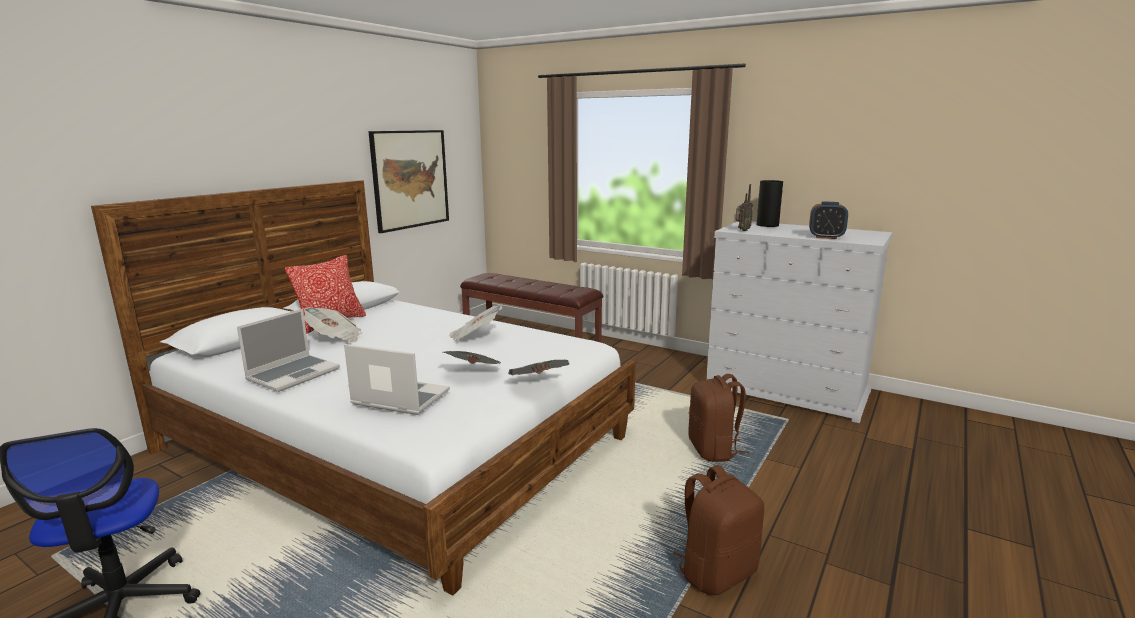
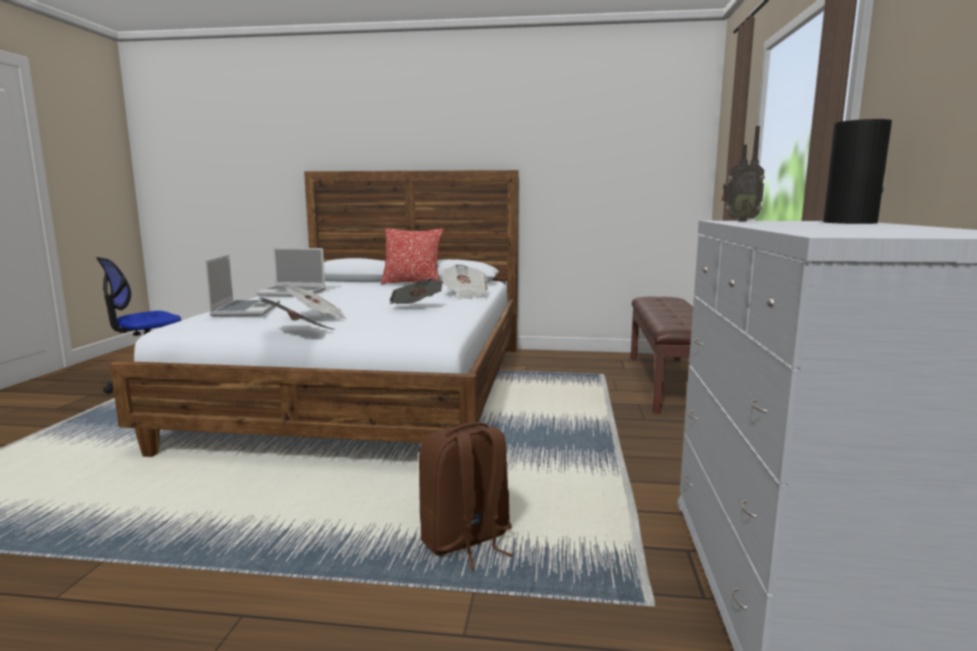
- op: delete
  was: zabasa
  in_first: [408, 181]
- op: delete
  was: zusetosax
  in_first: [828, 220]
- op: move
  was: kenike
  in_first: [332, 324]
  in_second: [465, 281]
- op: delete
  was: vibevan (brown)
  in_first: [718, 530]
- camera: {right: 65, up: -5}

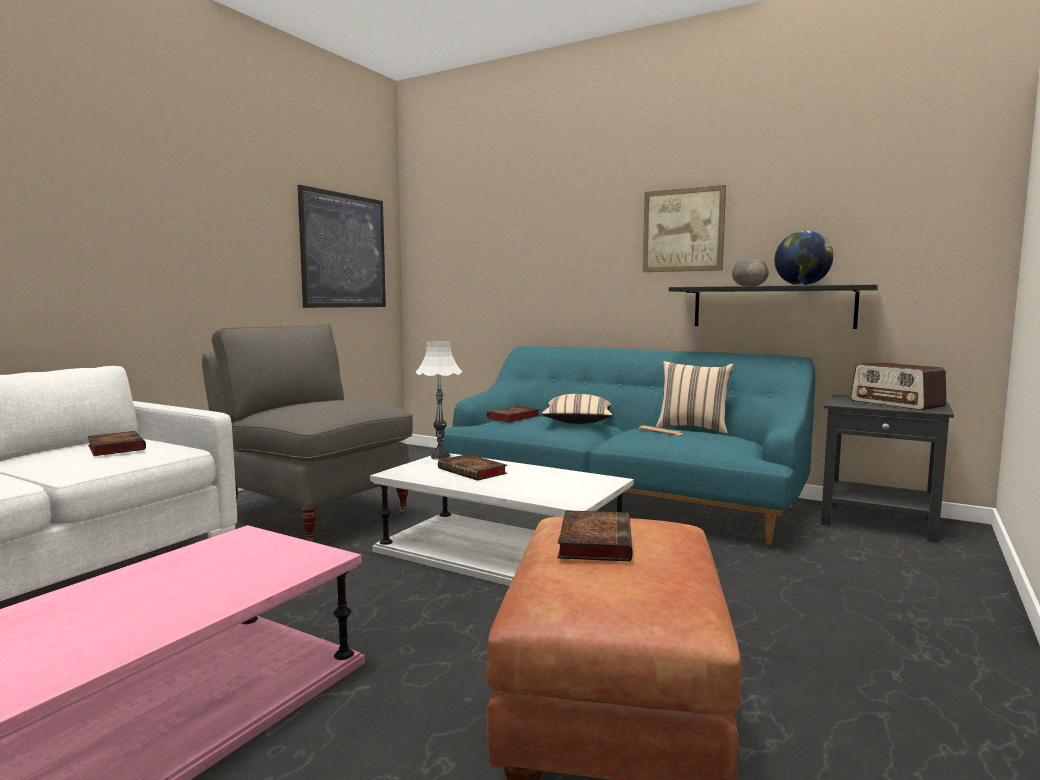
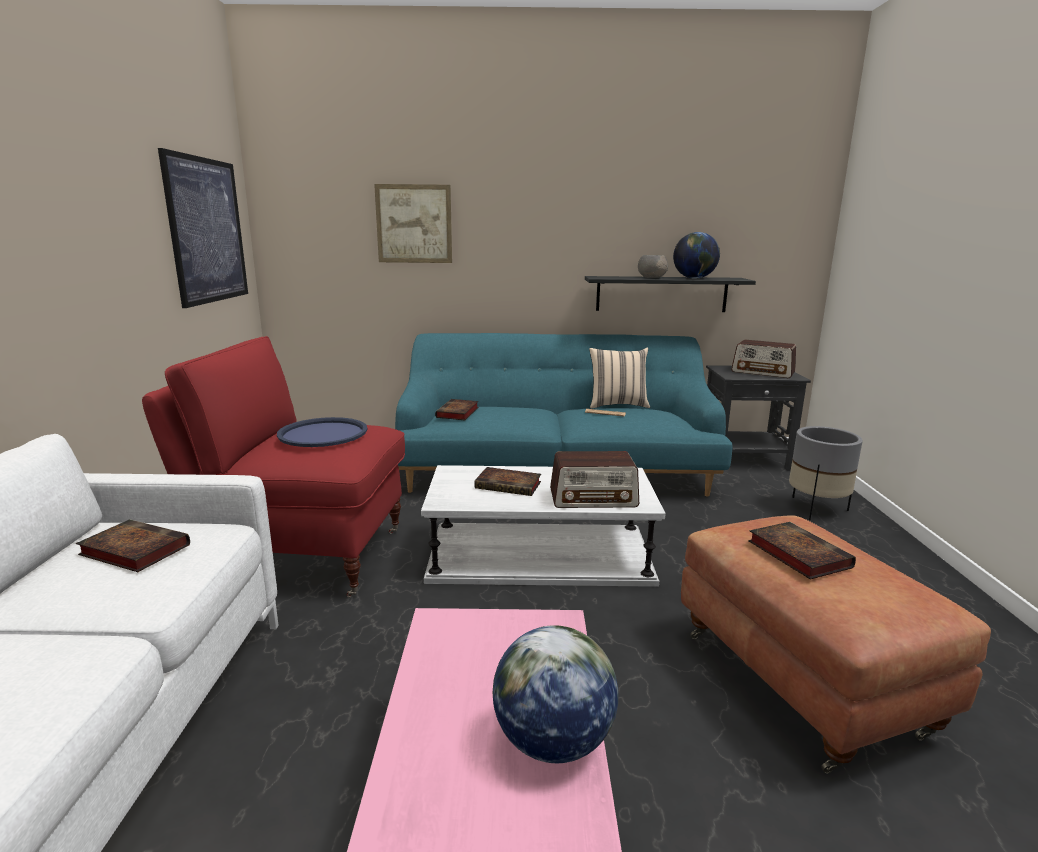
- op: move
  was: zabasa
  in_first: [684, 228]
  in_second: [413, 223]
- op: recolor
  was: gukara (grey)
  now: gukara (red)
  in_first: [307, 433]
  in_second: [273, 466]
- op: delete
  was: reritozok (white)
  in_first: [439, 400]
- op: delete
  was: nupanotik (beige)
  in_first: [577, 409]
- op: insert
  now: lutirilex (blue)
  in_second: [322, 432]
- op: insert
  now: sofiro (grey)
  in_second: [826, 473]
- op: insert
  now: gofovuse
  in_second: [594, 479]
- op: insert
  now: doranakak
  in_second: [555, 694]
- camera: {right: -30, up: 10}

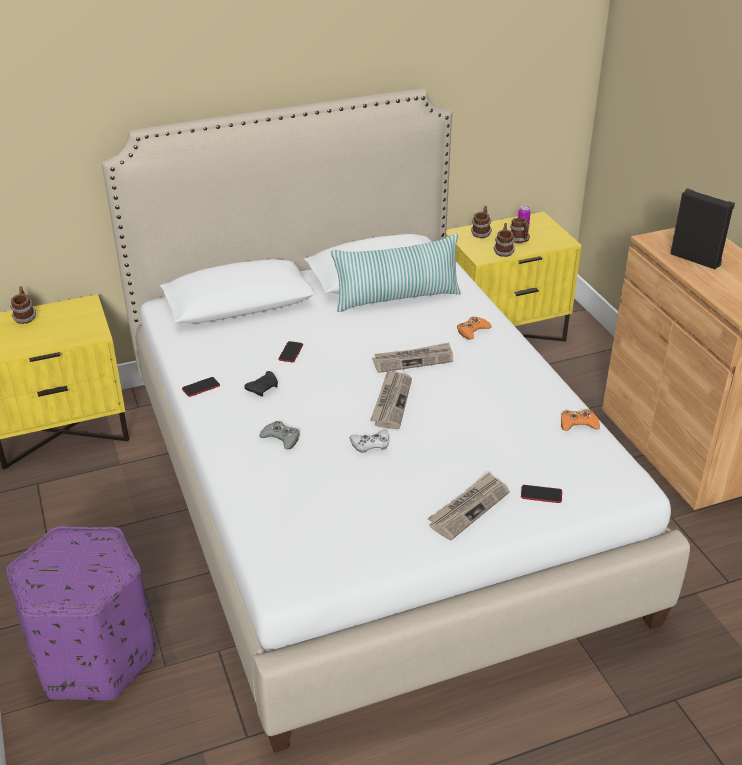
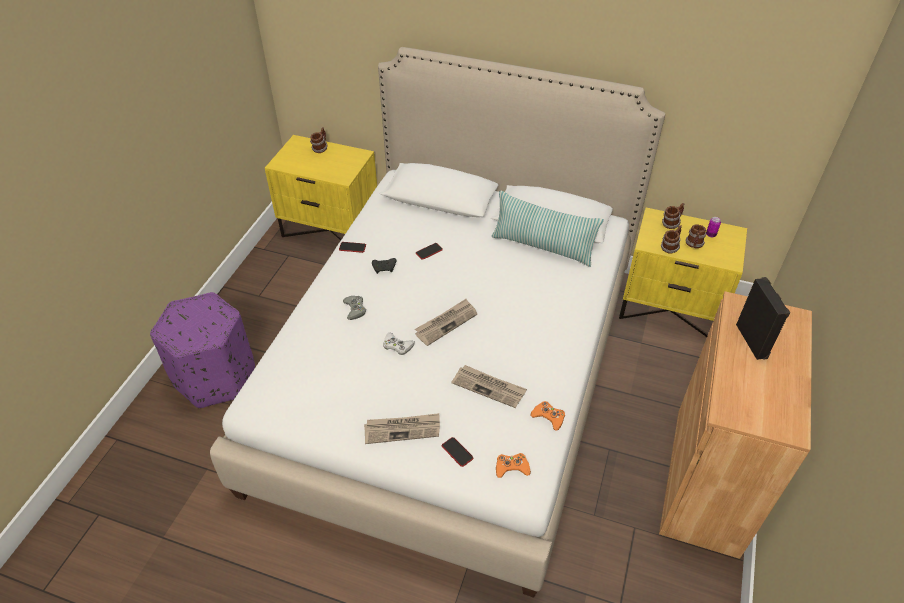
- op: move
  was: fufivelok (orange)
  in_first: [474, 328]
  in_second: [513, 465]
- op: move
  was: kenike
  in_first: [412, 358]
  in_second: [489, 386]
- camera: {right: 40, up: 10}

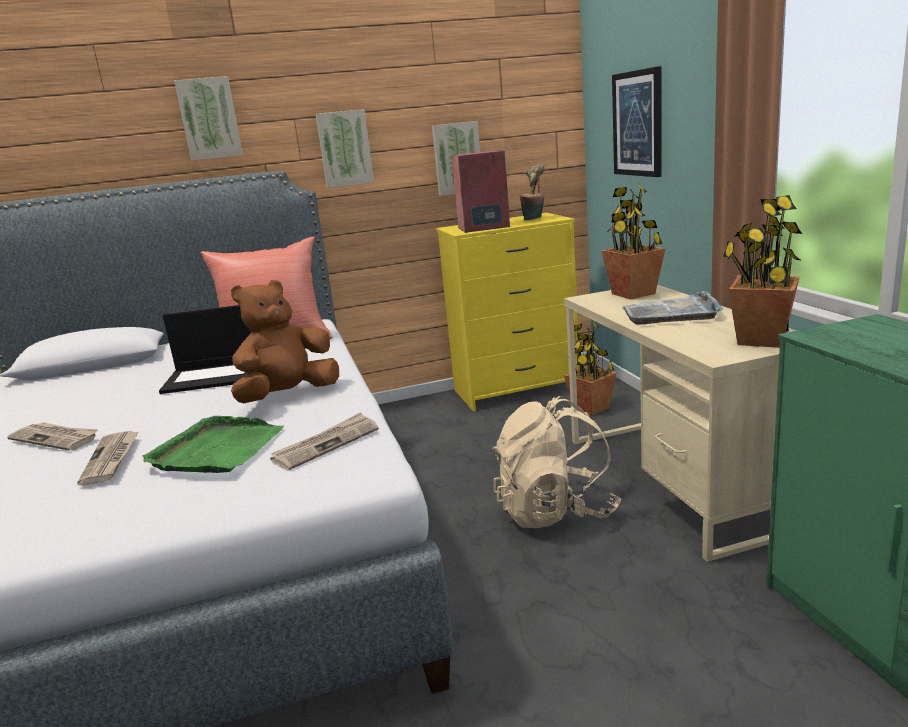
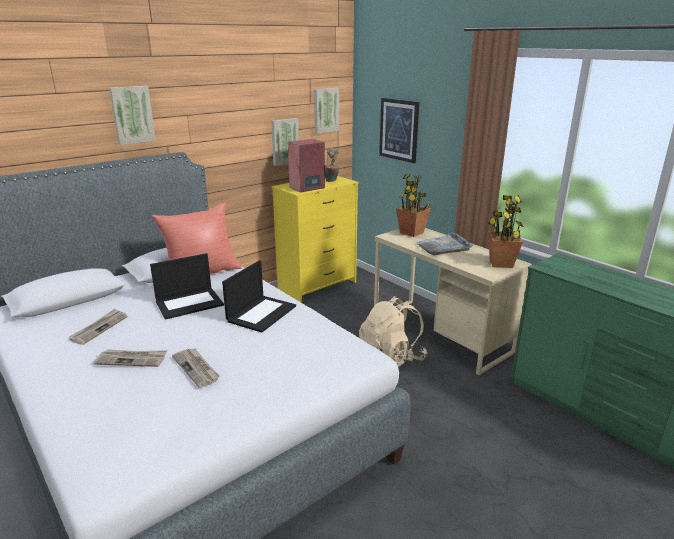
- op: move
  was: zabasa
  in_first: [345, 148]
  in_second: [326, 111]
- op: replace
  was: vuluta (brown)
  now: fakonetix
  in_first: [285, 341]
  in_second: [259, 296]
- op: delete
  was: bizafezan
  in_first: [590, 368]
- op: move
  was: kenike
  in_first: [324, 441]
  in_second: [98, 327]
- op: delete
  was: lutirilex (green)
  in_first: [213, 444]
- camera: {right: -25, up: 5}

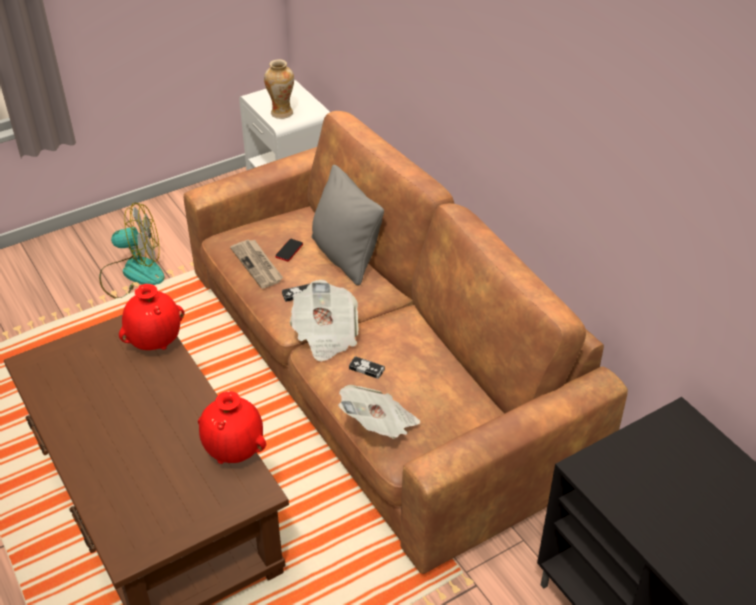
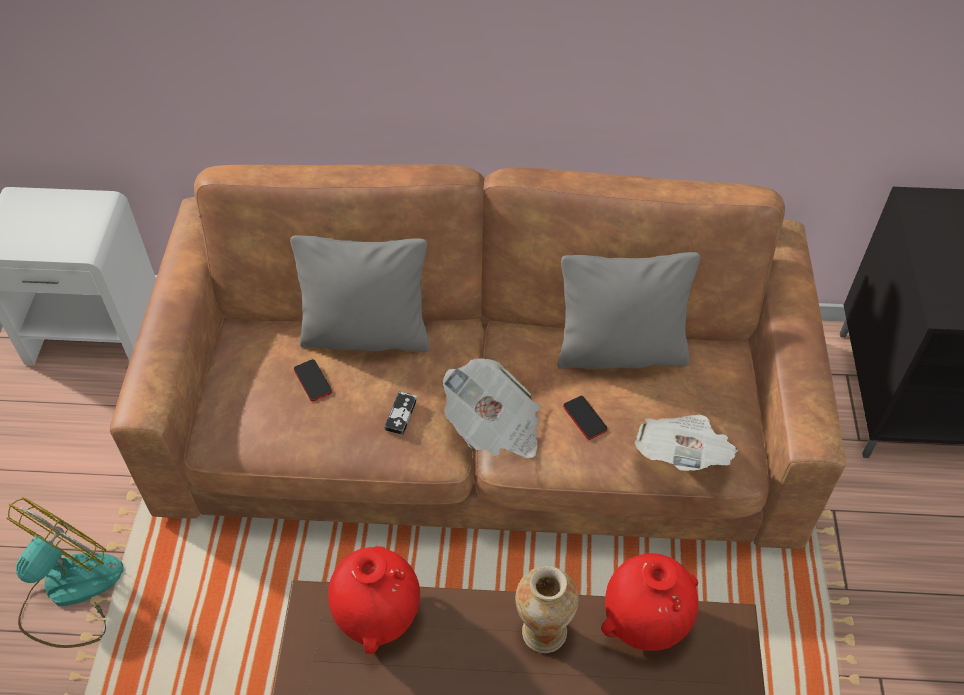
- op: move
  was: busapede
  in_first: [279, 89]
  in_second: [546, 609]
- op: delete
  was: kenike
  in_first: [256, 264]
- op: replace
  was: fufivelok
  now: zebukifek
  in_first: [367, 367]
  in_second: [585, 417]
- op: insert
  now: nupanotik (grey)
  in_second: [628, 310]
- camera: {right: -55, up: 10}

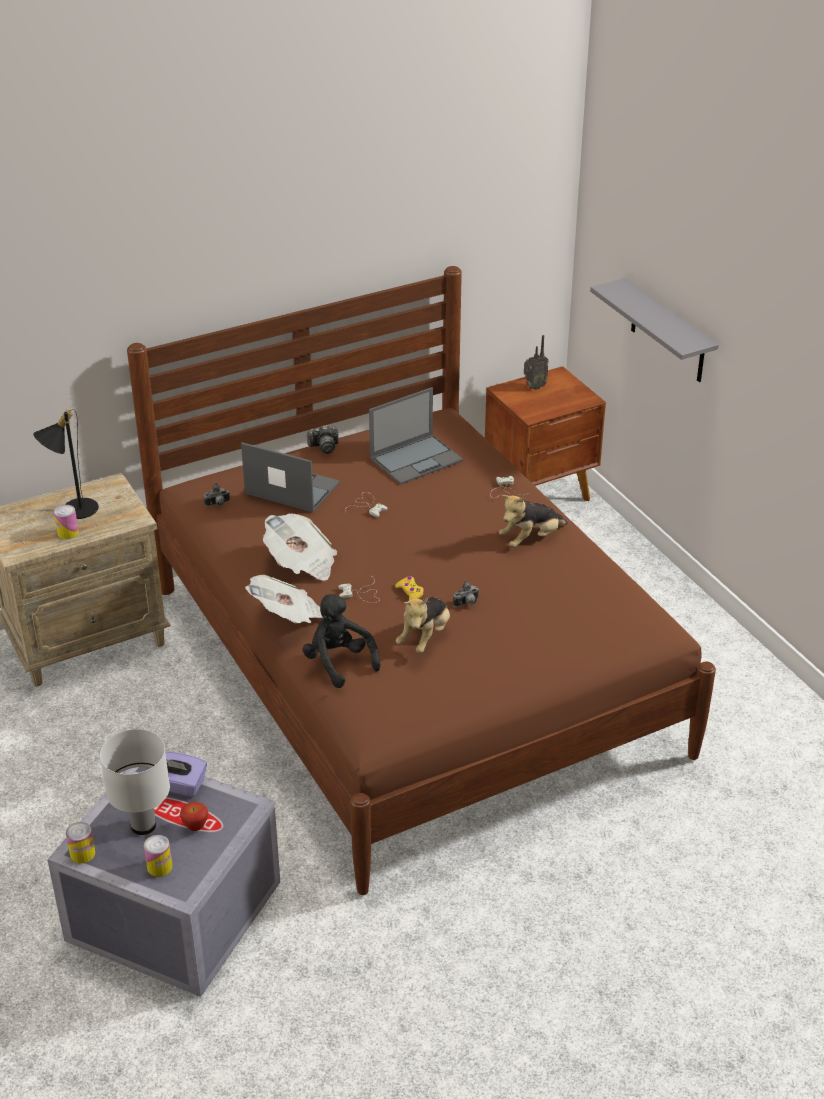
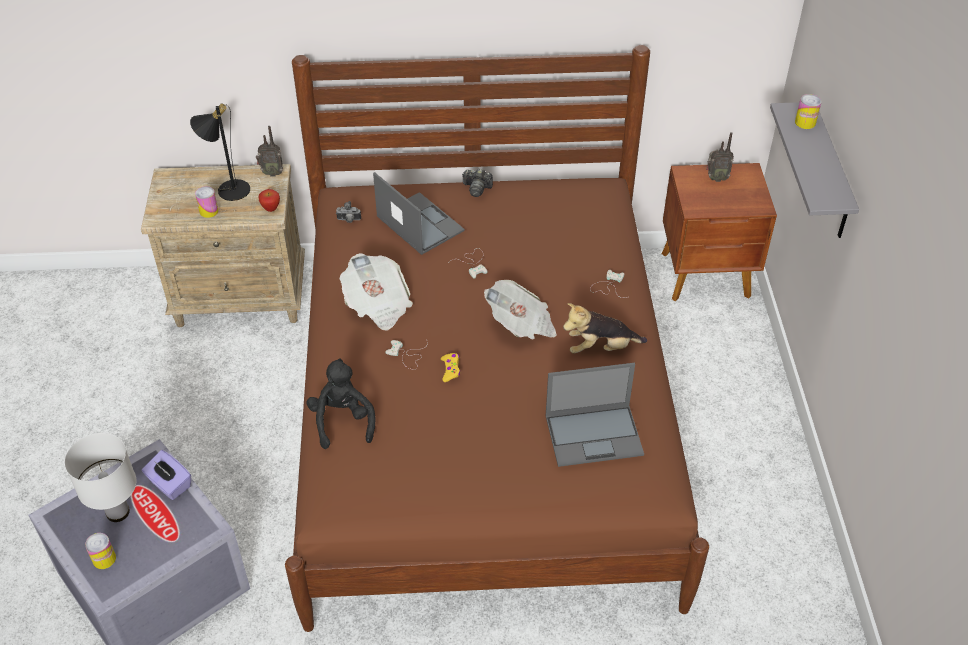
- op: move
  was: fakonetix
  in_first: [416, 436]
  in_second: [594, 415]
- op: move
  was: kenike
  in_first: [284, 599]
  in_second: [520, 309]
- op: delete
  was: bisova
  in_first: [466, 594]
- op: delete
  was: vuluta
  in_first: [423, 625]
- op: move
  was: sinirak
  in_first: [194, 816]
  in_second: [269, 200]
- op: move
  was: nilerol
  in_first: [80, 843]
  in_second: [808, 111]
- op: insert
  now: gofovuse
  in_second: [269, 151]
- camera: {right: 25, up: 10}

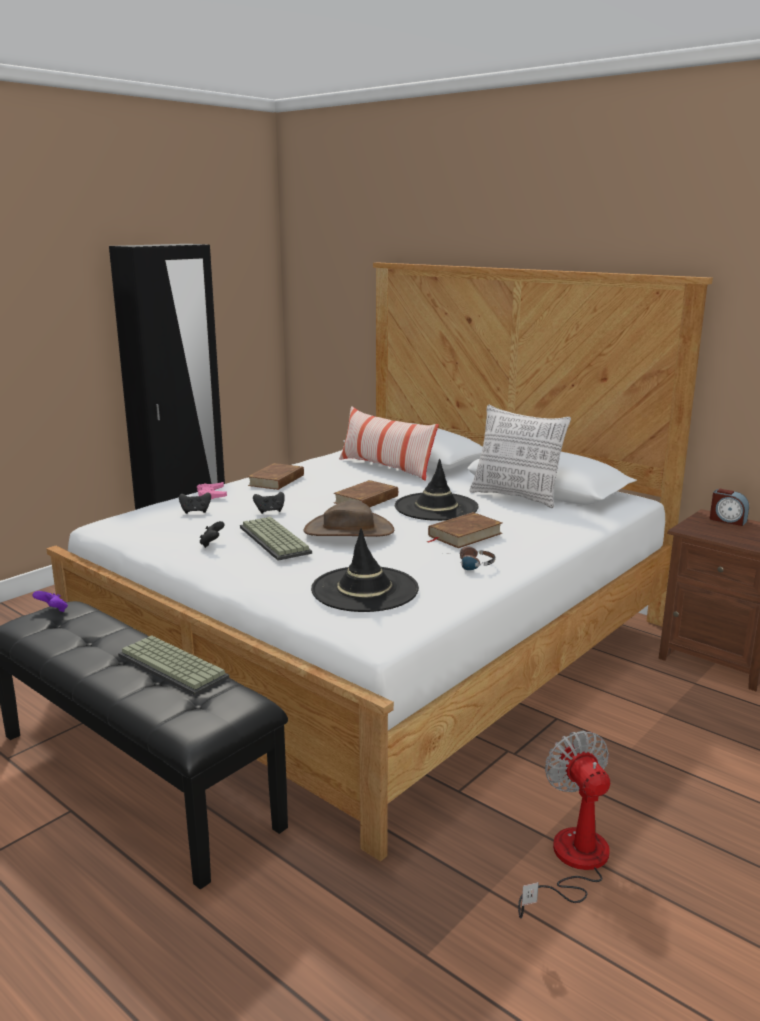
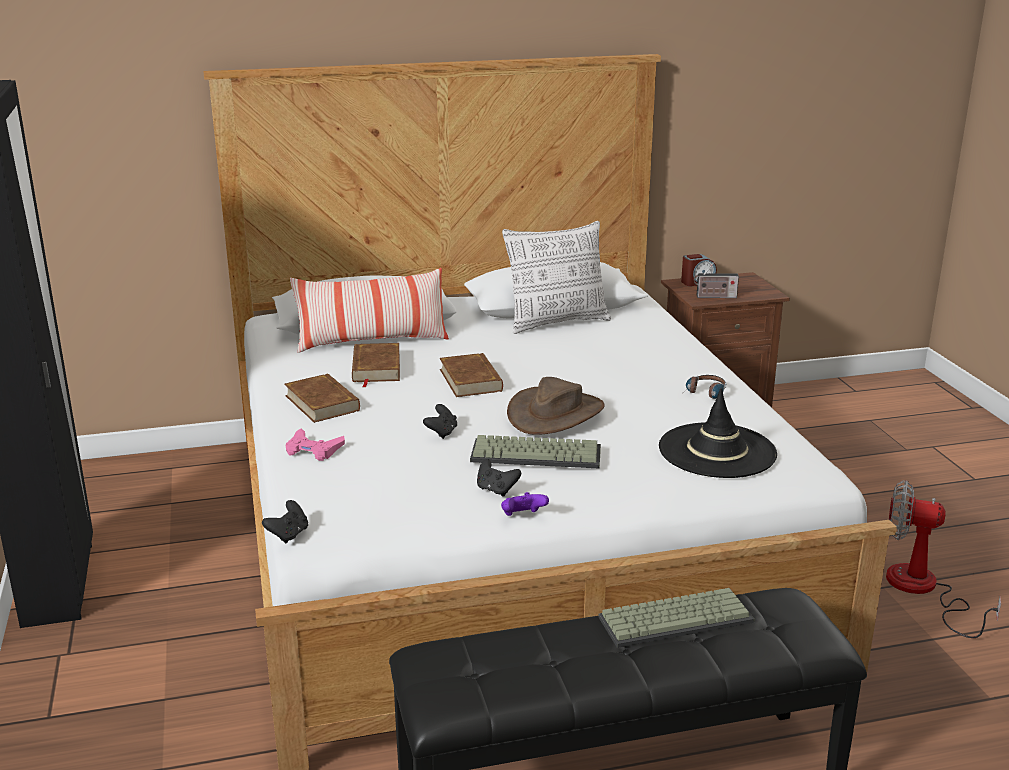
- op: delete
  was: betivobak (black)
  in_first: [437, 490]
- op: move
  was: fufivelok (black)
  in_first: [195, 503]
  in_second: [285, 521]
- op: move
  was: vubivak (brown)
  in_first: [464, 530]
  in_second: [376, 365]
- op: move
  was: fufivelok (purple)
  in_first: [50, 601]
  in_second: [525, 504]
- op: insert
  now: gofovuse
  in_second: [716, 280]
- camera: {right: -55, up: 5}

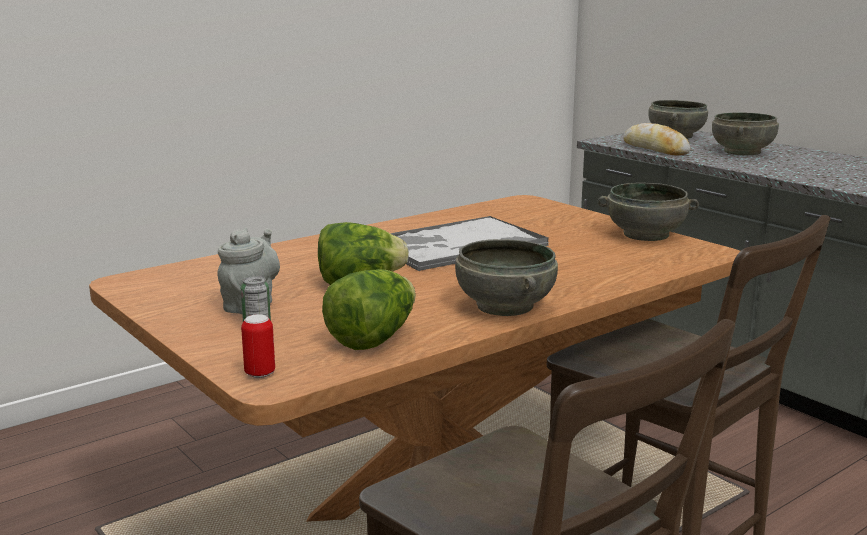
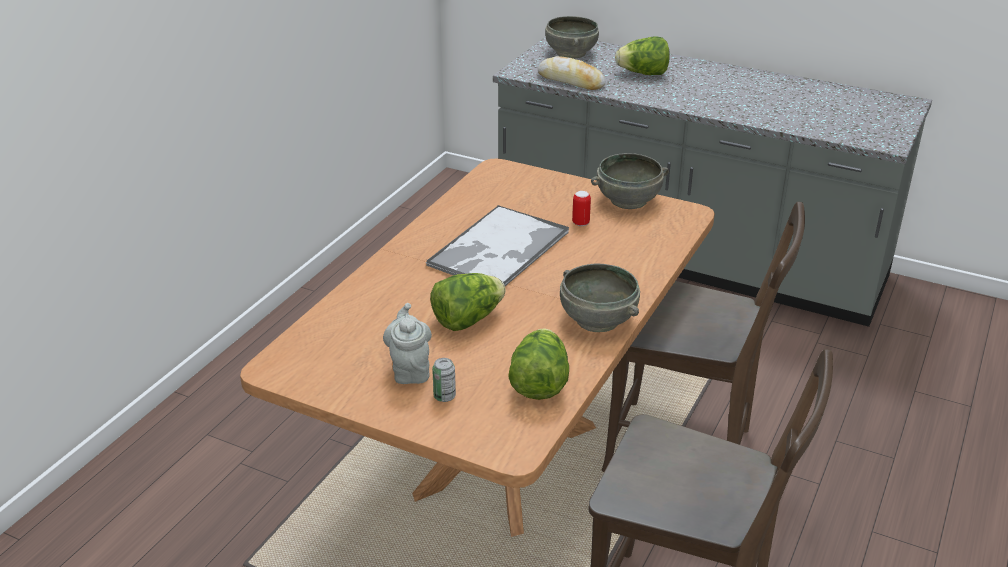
- op: replace
  was: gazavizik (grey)
  now: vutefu
  in_first: [745, 134]
  in_second: [642, 55]
- op: move
  was: nilerol
  in_first: [258, 346]
  in_second: [581, 208]
- camera: {right: -25, up: 15}

